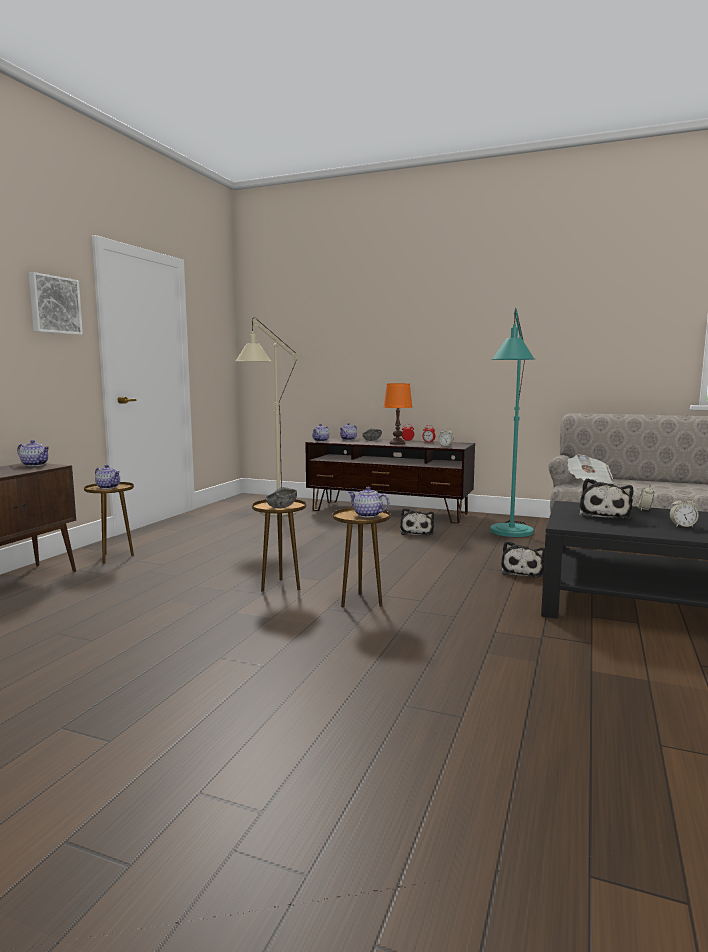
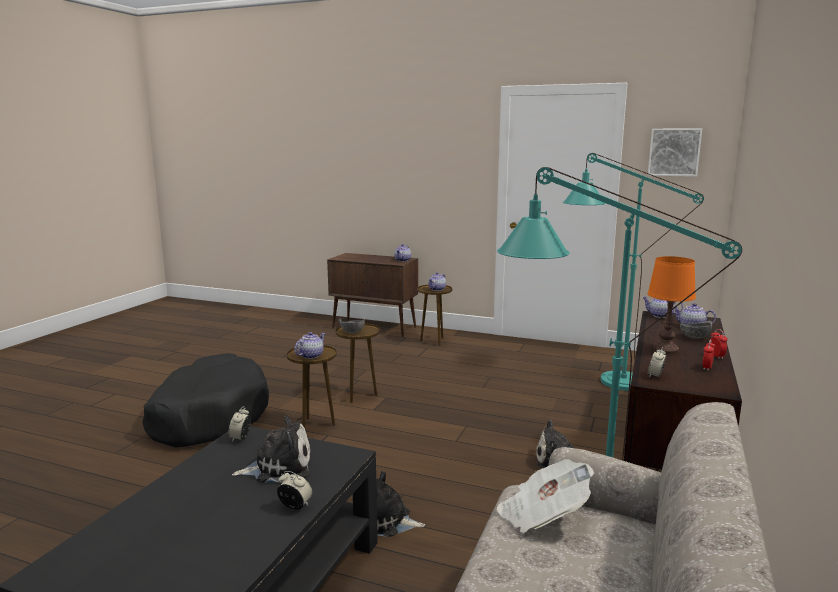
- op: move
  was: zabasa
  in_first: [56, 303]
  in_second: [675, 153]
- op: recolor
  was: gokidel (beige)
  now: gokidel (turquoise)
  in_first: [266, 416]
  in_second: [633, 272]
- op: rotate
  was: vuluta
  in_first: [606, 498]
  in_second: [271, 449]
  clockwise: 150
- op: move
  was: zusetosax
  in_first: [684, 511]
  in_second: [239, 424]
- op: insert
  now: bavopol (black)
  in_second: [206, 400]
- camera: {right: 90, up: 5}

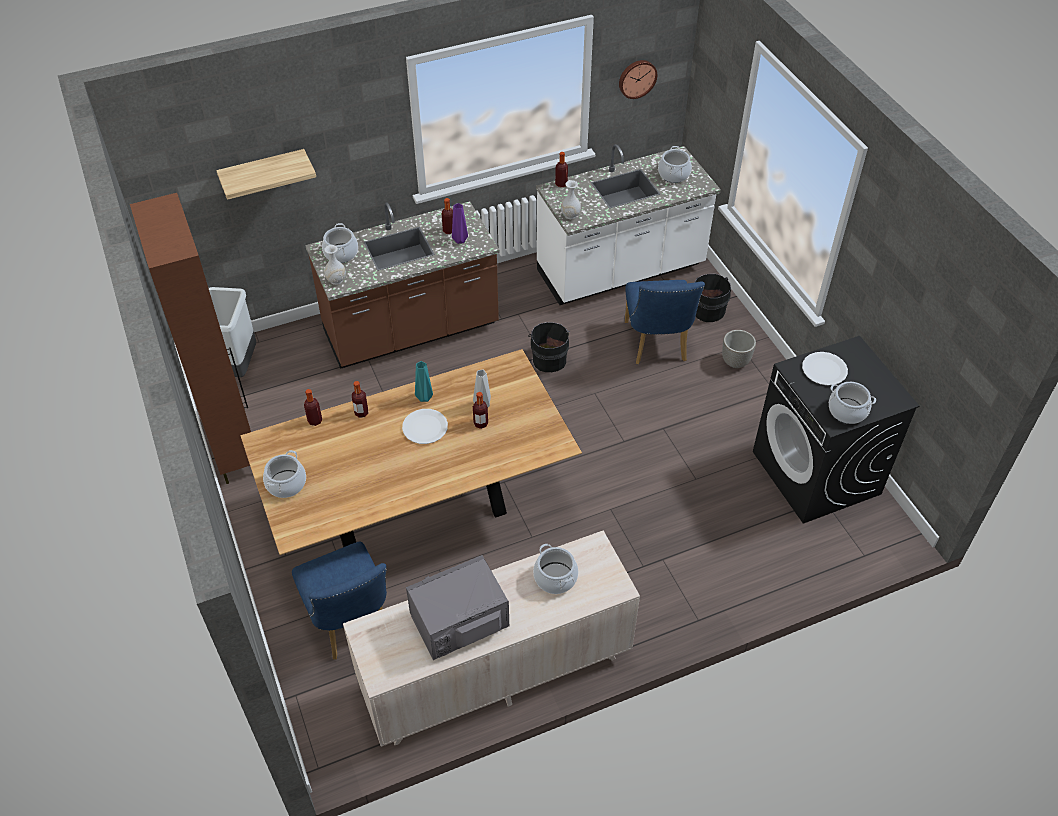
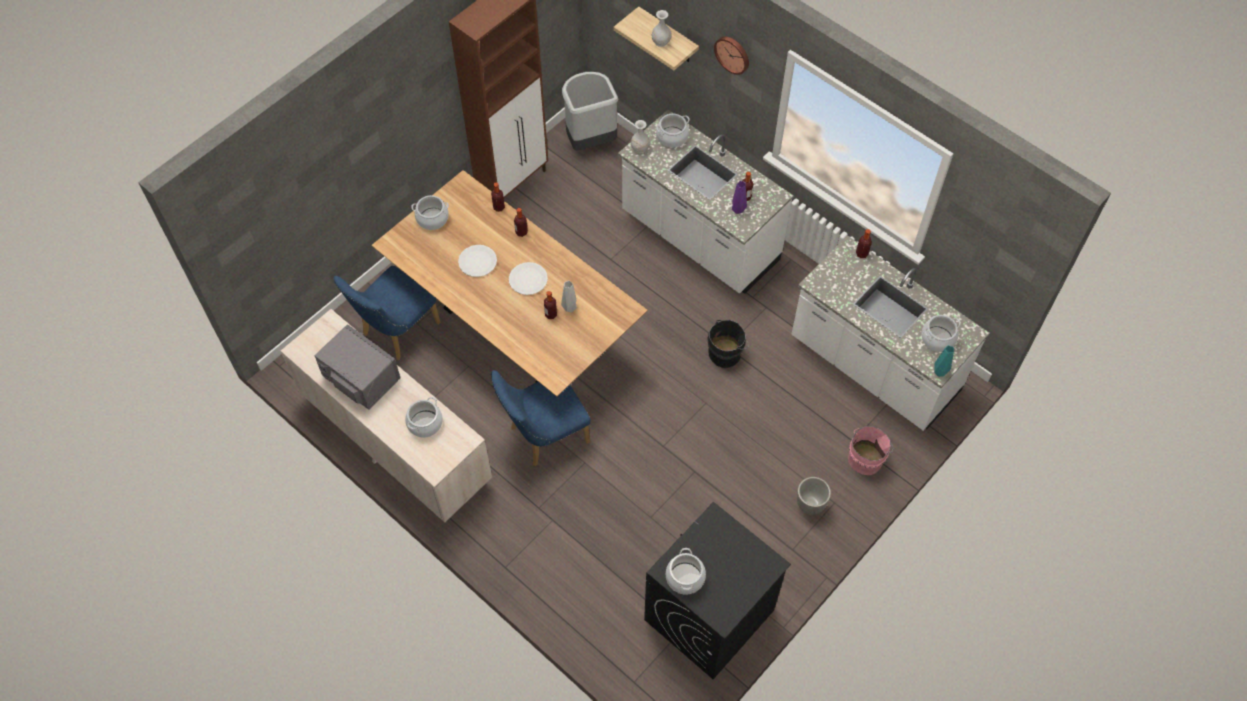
- op: move
  was: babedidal
  in_first: [638, 79]
  in_second: [731, 55]
- op: move
  was: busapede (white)
  in_first: [571, 199]
  in_second: [661, 28]
- op: recolor
  was: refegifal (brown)
  now: refegifal (white)
  in_first: [402, 285]
  in_second: [706, 202]
- op: recolor
  was: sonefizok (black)
  now: sonefizok (pink)
  in_first: [713, 298]
  in_second: [870, 450]
- op: move
  was: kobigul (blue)
  in_first: [664, 322]
  in_second: [540, 418]
- op: move
  was: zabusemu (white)
  in_first: [825, 368]
  in_second: [477, 261]
- op: move
  was: busapede (turquoise)
  in_first: [424, 381]
  in_second: [944, 361]
- camera: {right: 65, up: 10}

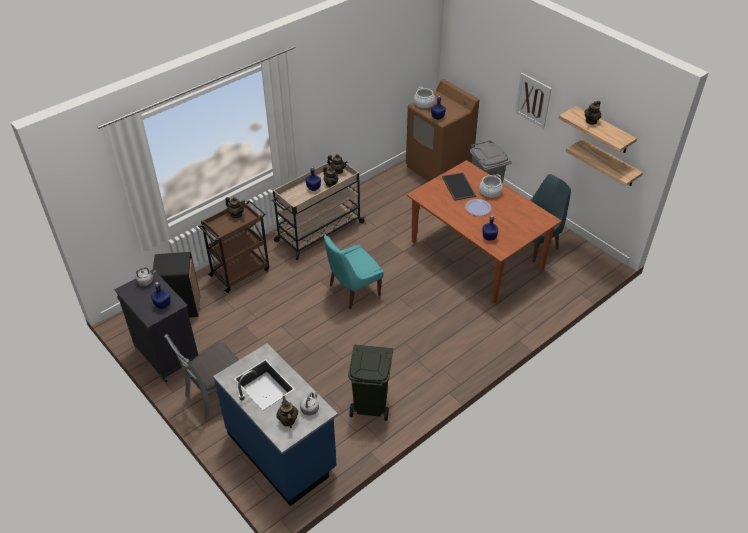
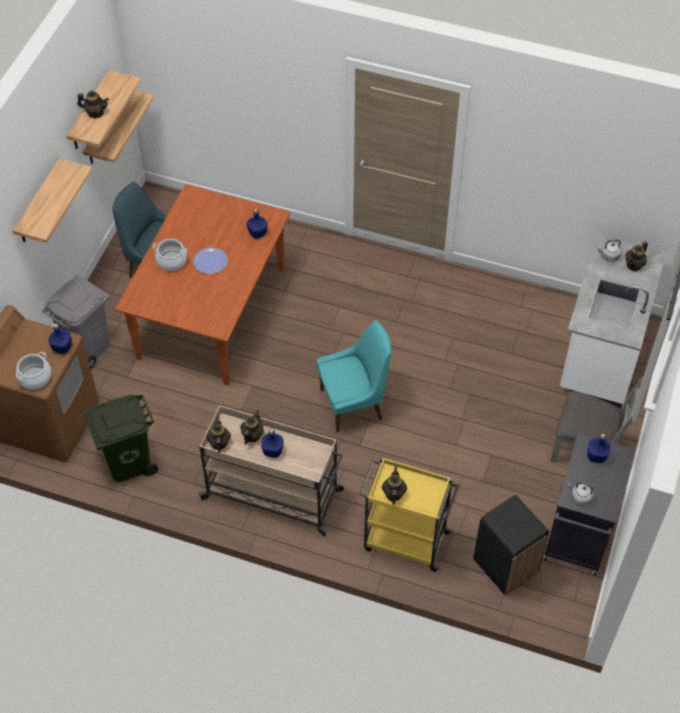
- op: replace
  was: zabasa
  now: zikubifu
  in_first: [533, 101]
  in_second: [52, 200]
- op: delete
  was: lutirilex
  in_first: [459, 186]
- op: recolor
  was: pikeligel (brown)
  now: pikeligel (yellow)
  in_first: [233, 246]
  in_second: [409, 514]
- op: rotate
  was: kobigul (turquoise)
  in_first: [354, 272]
  in_second: [354, 376]
  clockwise: -45
- op: recolor
  was: refegifal (blue)
  now: refegifal (white)
  in_first: [275, 424]
  in_second: [613, 322]
- op: move
  was: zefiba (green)
  in_first: [370, 383]
  in_second: [121, 438]
- camera: {right: -120, up: 10}

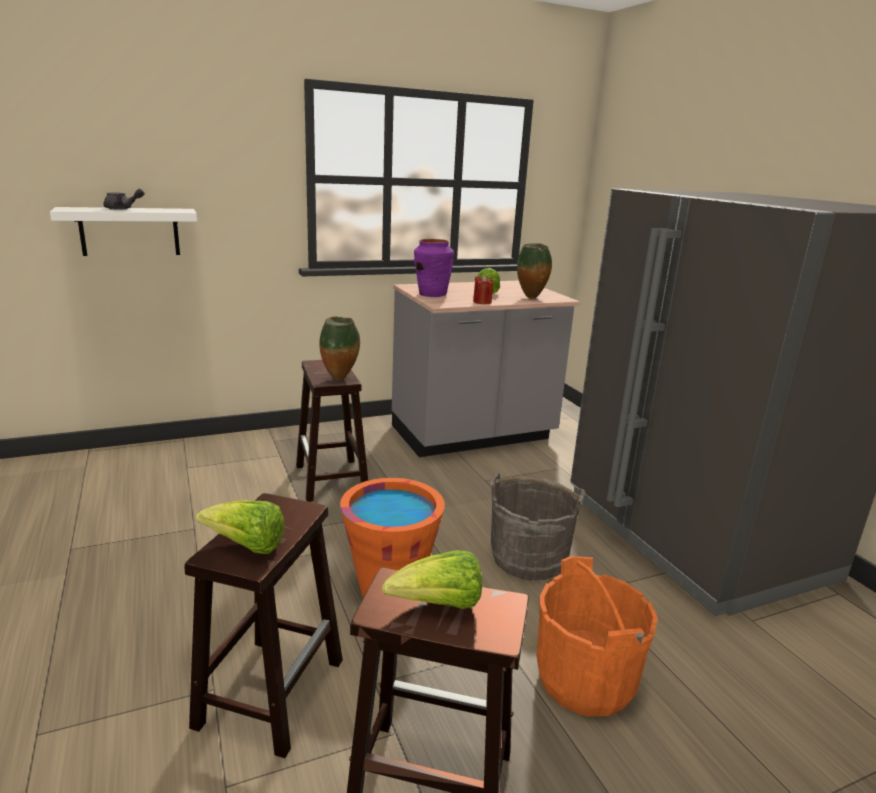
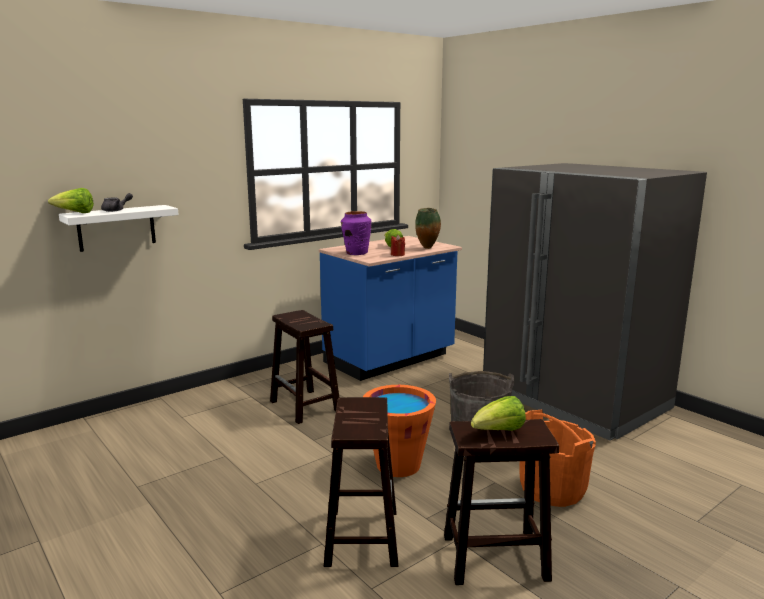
- op: recolor
  was: refegifal (grey)
  now: refegifal (blue)
  in_first: [486, 368]
  in_second: [390, 308]
- op: delete
  was: busapede
  in_first: [340, 348]
- op: move
  was: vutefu
  in_first: [240, 527]
  in_second: [71, 200]
- camera: {right: -15, up: -5}

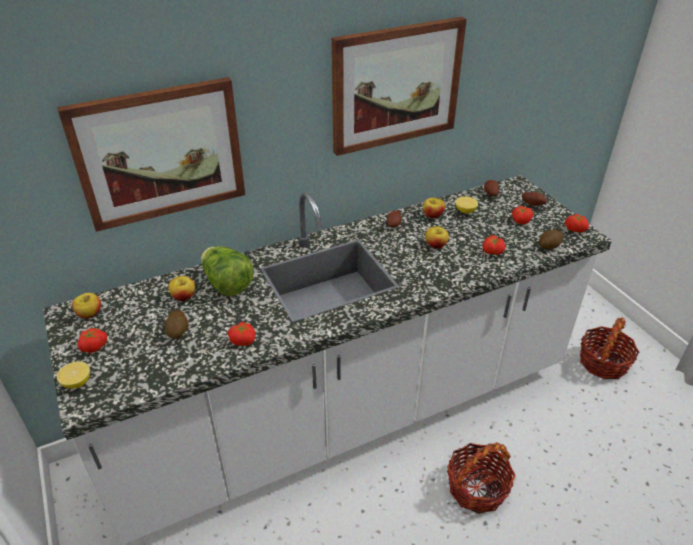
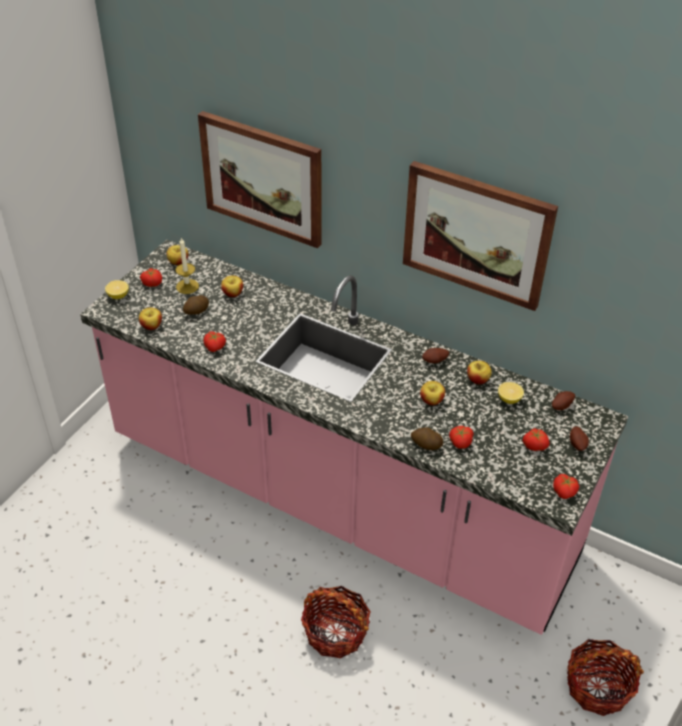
- op: recolor
  was: refegifal (white)
  now: refegifal (pink)
  in_first: [327, 360]
  in_second: [354, 437]
- op: move
  was: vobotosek
  in_first: [551, 239]
  in_second: [427, 438]
- op: delete
  was: vutefu
  in_first: [227, 271]
- op: insert
  now: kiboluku
  in_second: [187, 266]
- op: insert
  now: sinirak
  in_second: [150, 318]
- camera: {right: 55, up: 5}

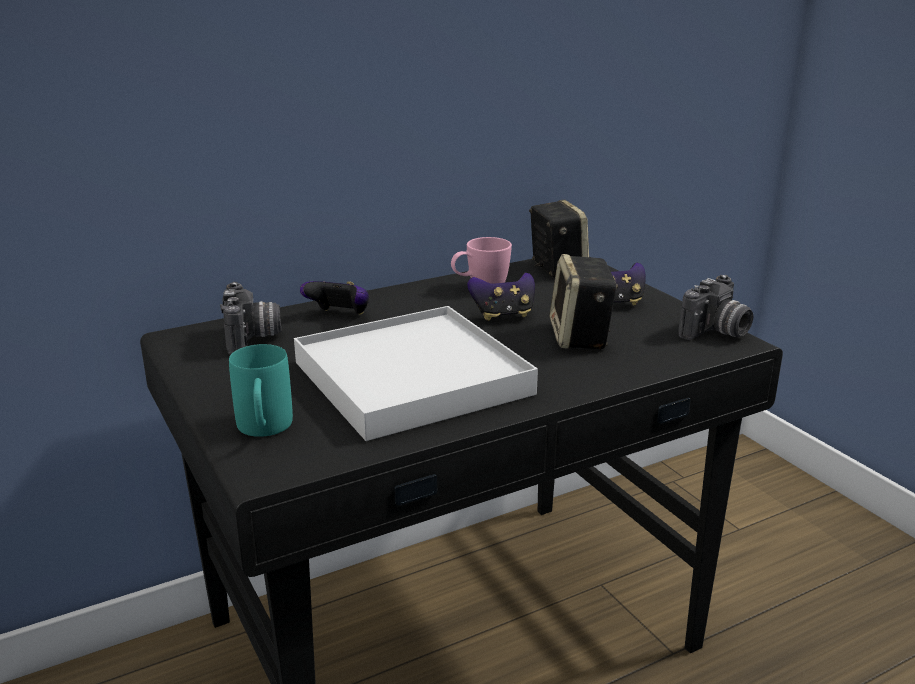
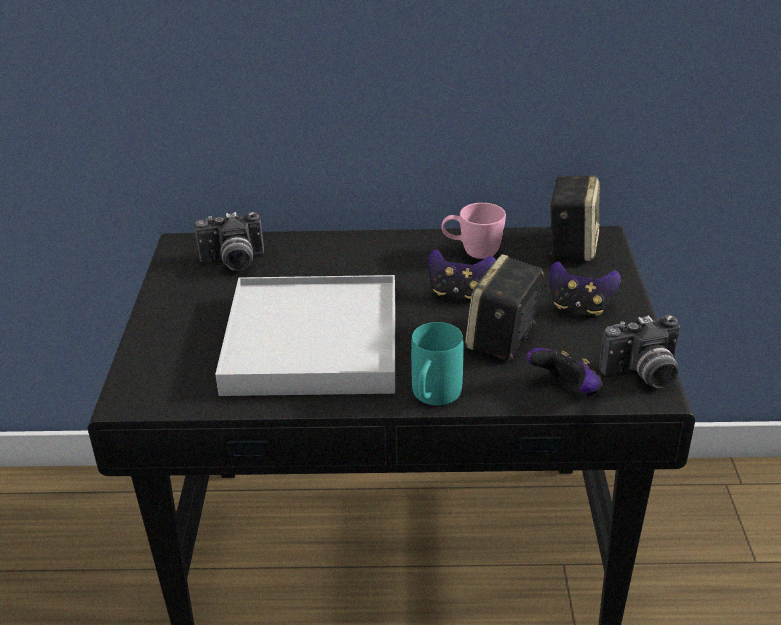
- op: move
  was: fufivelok
  in_first: [334, 298]
  in_second: [565, 372]
- op: rotate
  was: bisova
  in_first: [250, 318]
  in_second: [229, 241]
  clockwise: 60
- op: move
  was: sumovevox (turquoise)
  in_first: [261, 390]
  in_second: [437, 363]
- camera: {right: 30, up: 10}

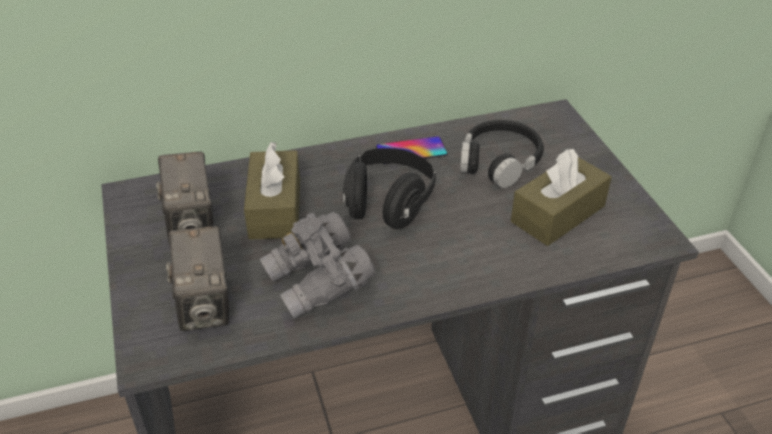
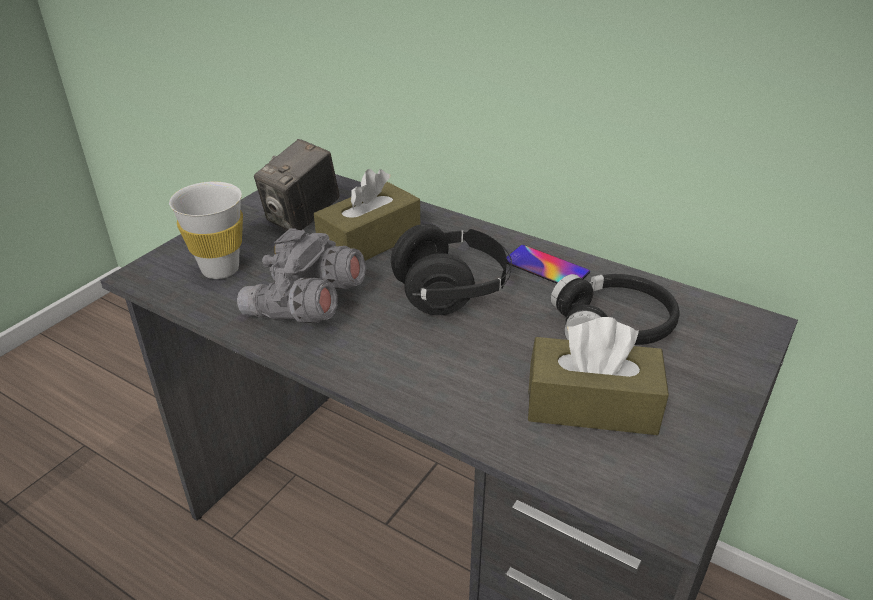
- op: replace
  was: bisova
  now: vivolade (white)
  in_first: [197, 278]
  in_second: [206, 230]
- camera: {right: 50, up: -5}

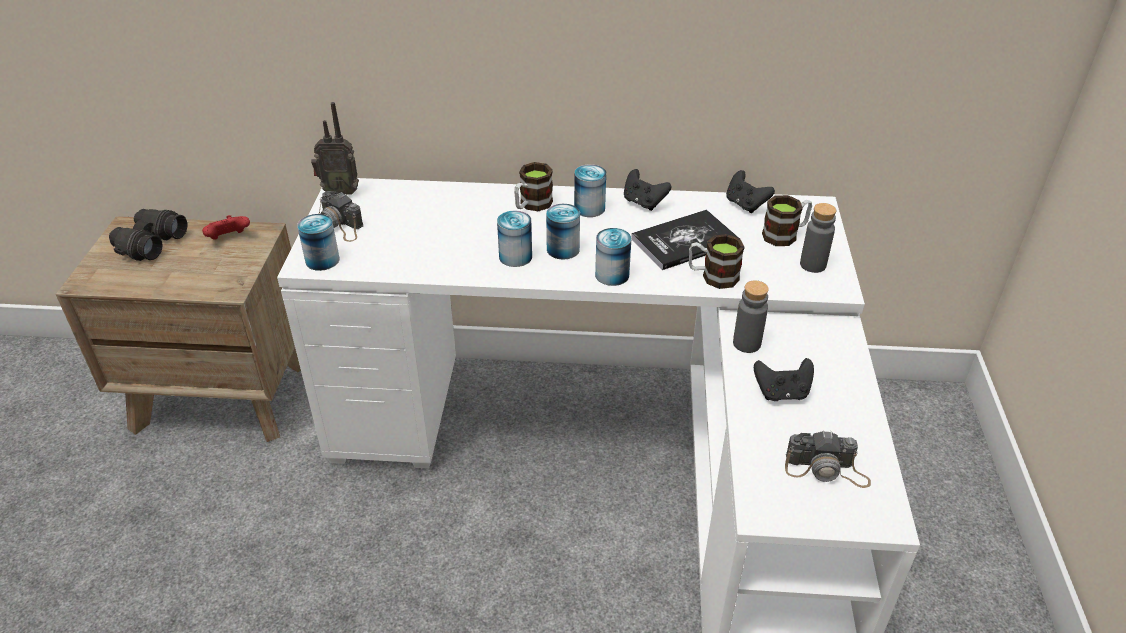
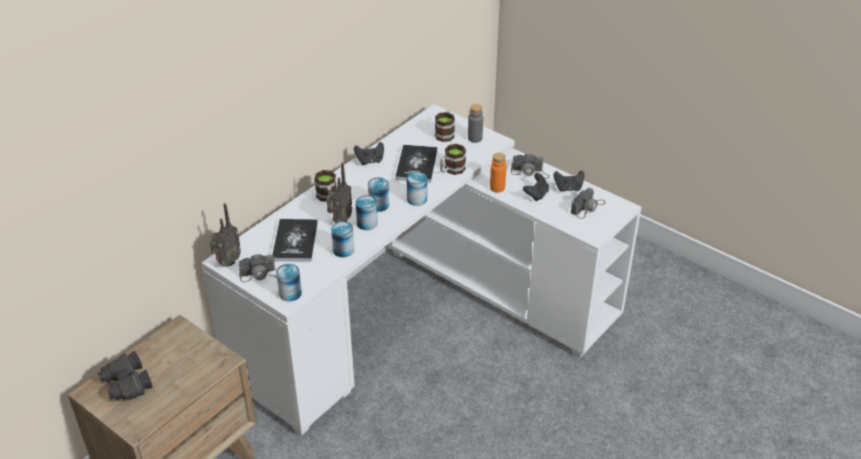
- op: move
  was: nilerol
  in_first: [590, 190]
  in_second: [342, 239]
- op: move
  was: fufivelok (black)
  in_first: [750, 191]
  in_second: [569, 181]
- op: delete
  was: fufivelok (red)
  in_first: [226, 227]
- op: recolor
  was: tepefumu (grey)
  now: tepefumu (orange)
  in_first: [751, 317]
  in_second: [498, 173]
- op: insert
  now: bisova
  in_second: [530, 166]
- op: insert
  now: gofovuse
  in_second: [339, 193]
- op: insert
  now: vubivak
  in_second: [295, 240]
- camera: {right: -55, up: 0}

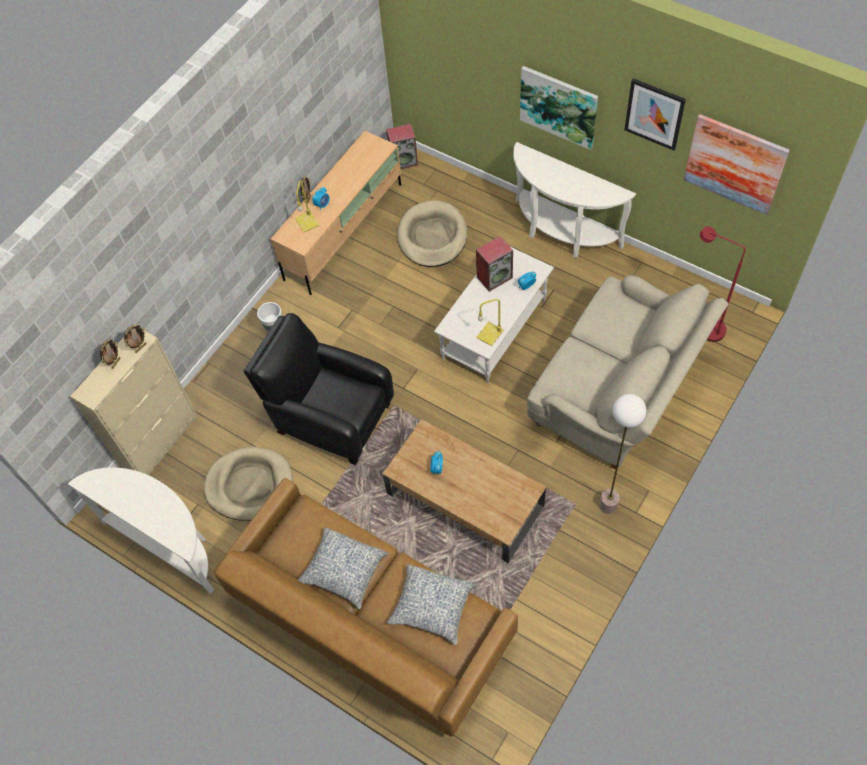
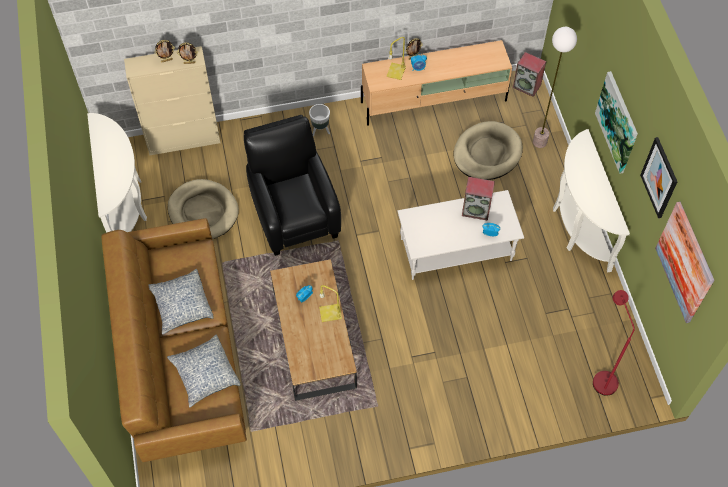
- op: delete
  was: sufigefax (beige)
  in_first: [627, 372]
- op: move
  was: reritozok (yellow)
  in_first: [490, 322]
  in_second: [330, 303]
- op: move
  was: gokidel
  in_first: [622, 454]
  in_second: [555, 87]
- camera: {right: 40, up: 0}

